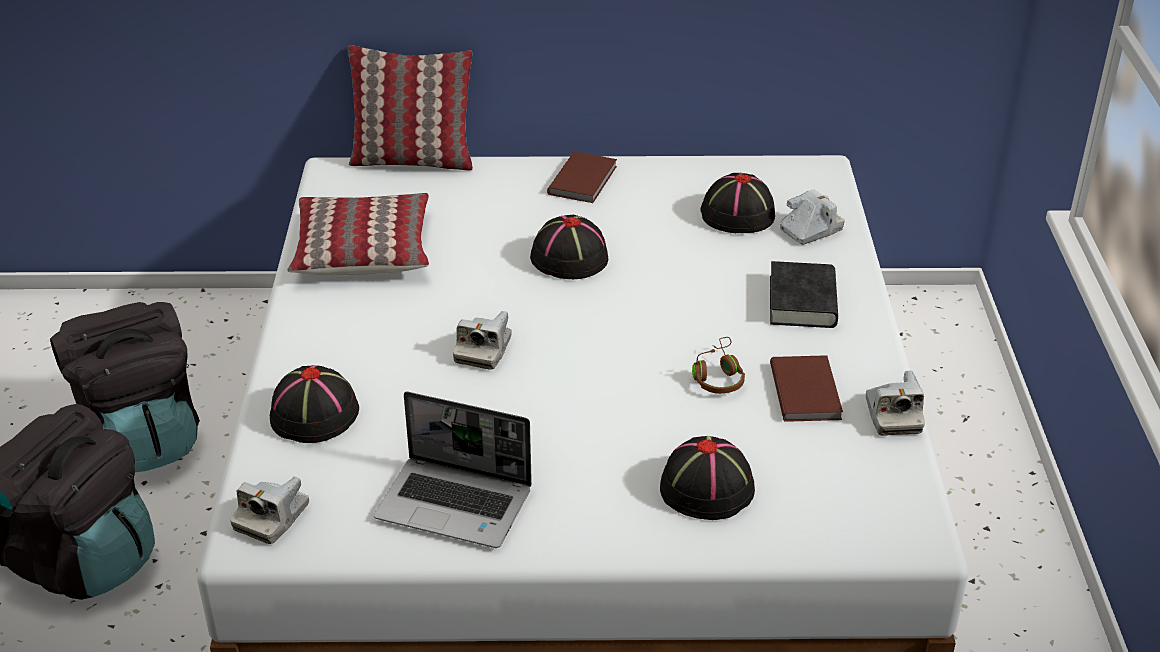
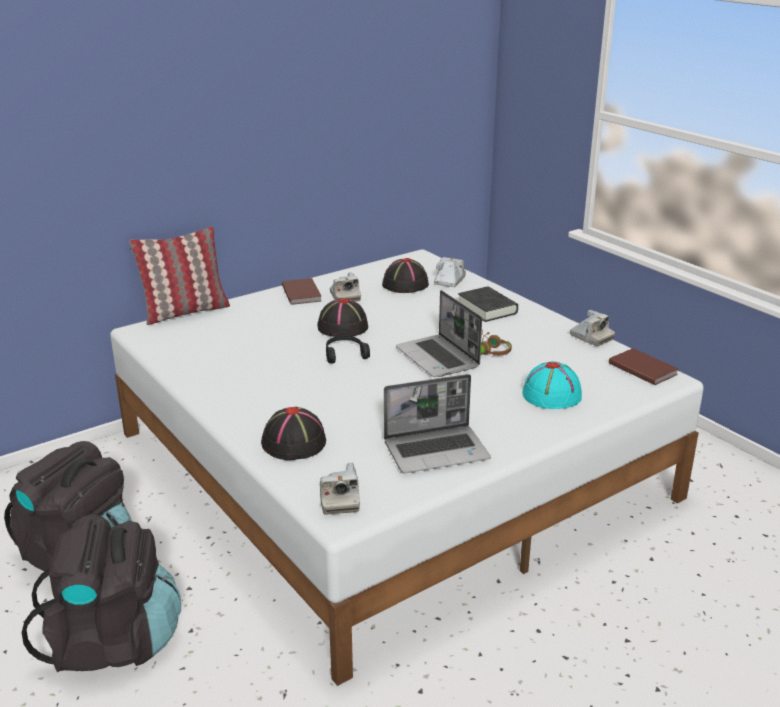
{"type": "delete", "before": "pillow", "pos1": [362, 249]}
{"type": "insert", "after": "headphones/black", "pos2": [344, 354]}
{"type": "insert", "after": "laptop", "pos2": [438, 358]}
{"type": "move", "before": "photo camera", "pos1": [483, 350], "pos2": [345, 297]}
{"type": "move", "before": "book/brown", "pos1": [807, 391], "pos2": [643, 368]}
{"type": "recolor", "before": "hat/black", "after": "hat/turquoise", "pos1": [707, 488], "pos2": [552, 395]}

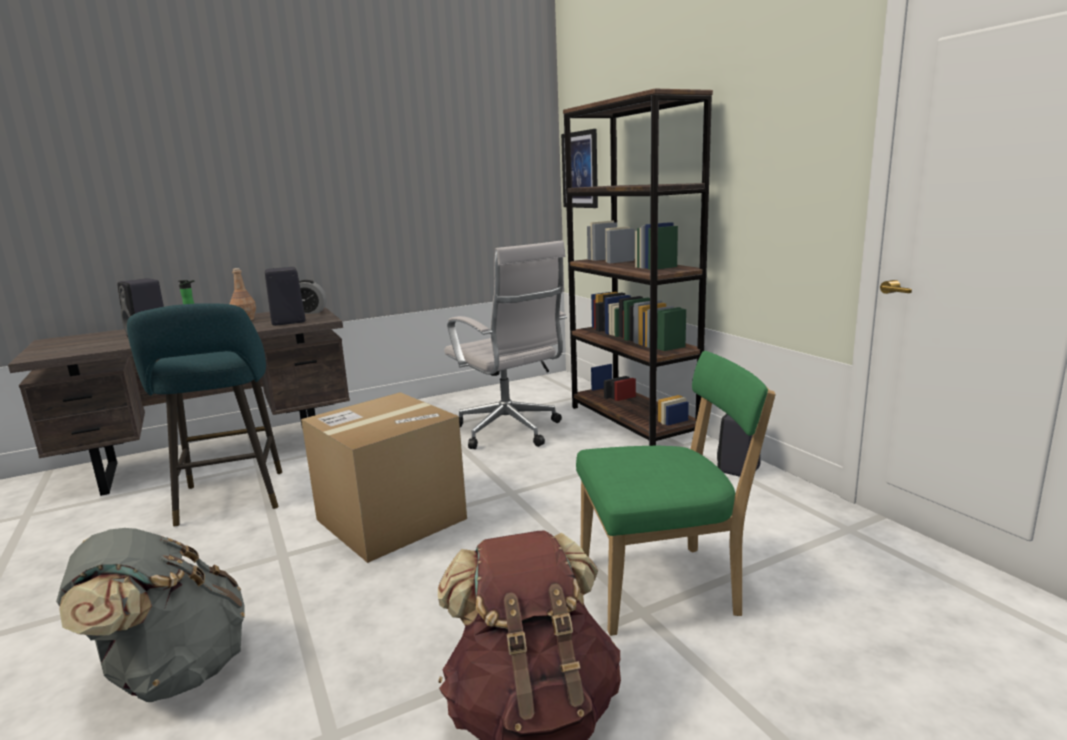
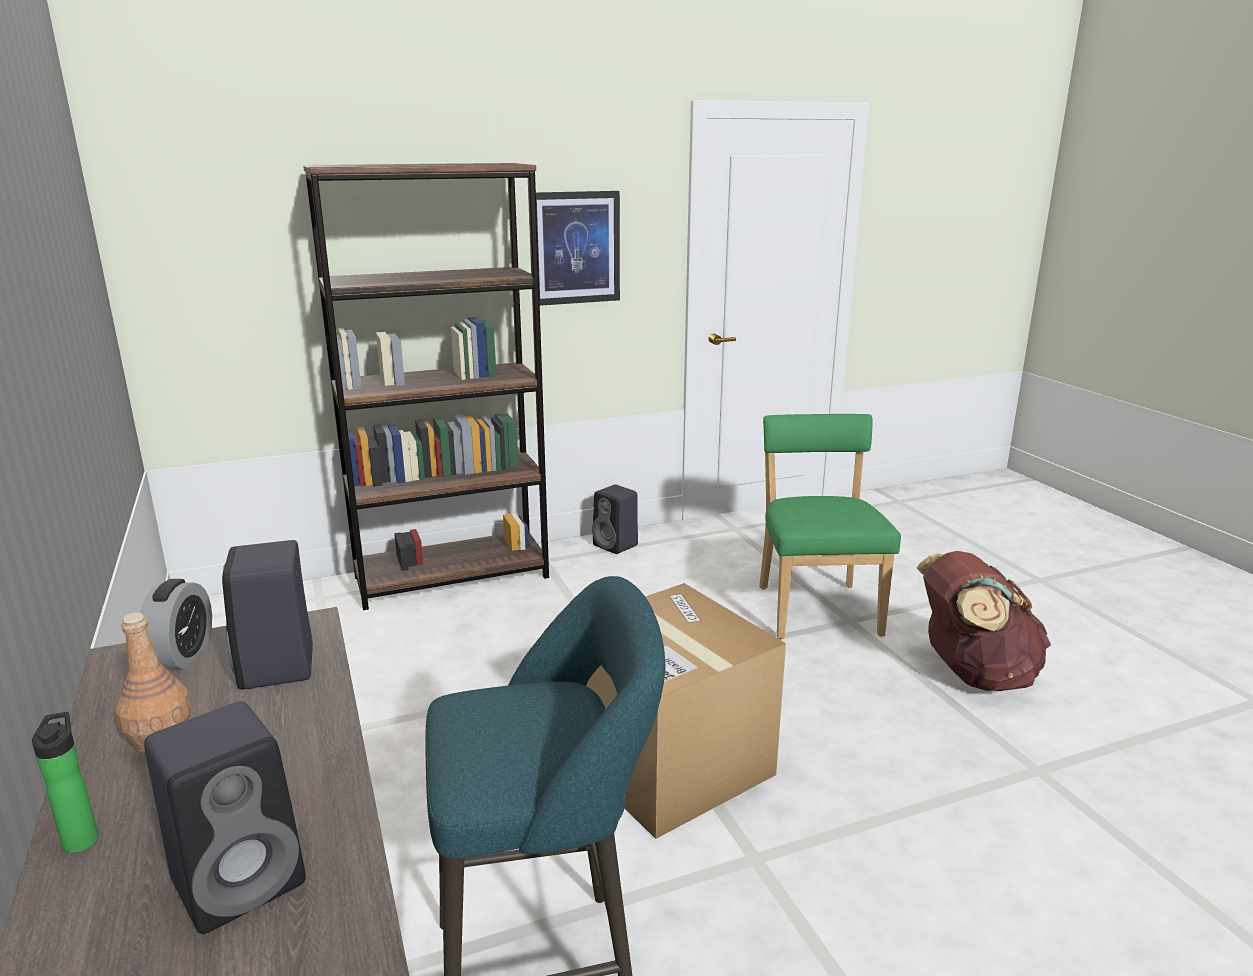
{"type": "delete", "before": "backpack/grey", "pos1": [173, 672]}
{"type": "delete", "before": "office chair/white", "pos1": [510, 432]}
{"type": "move", "before": "picture", "pos1": [580, 170], "pos2": [575, 248]}

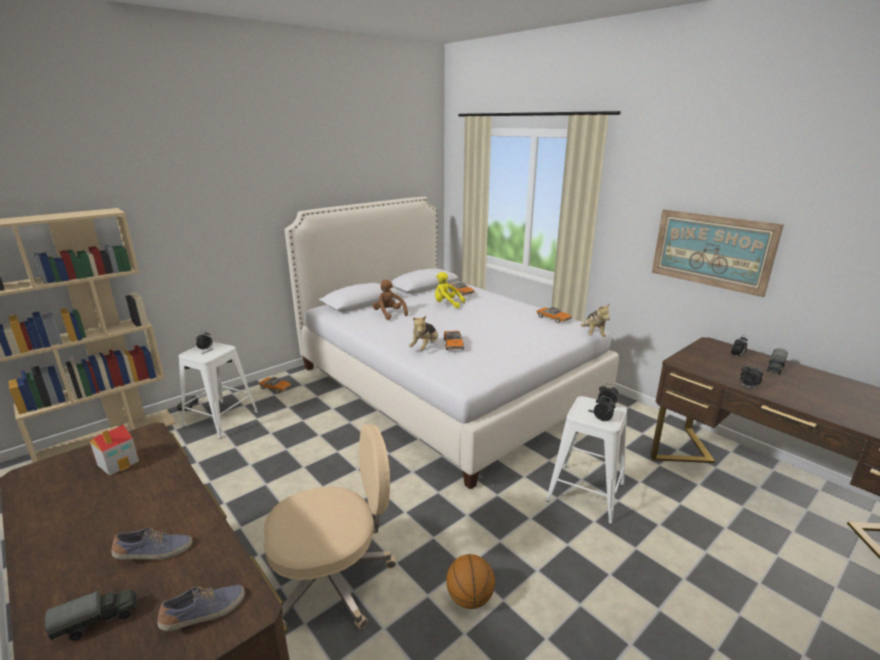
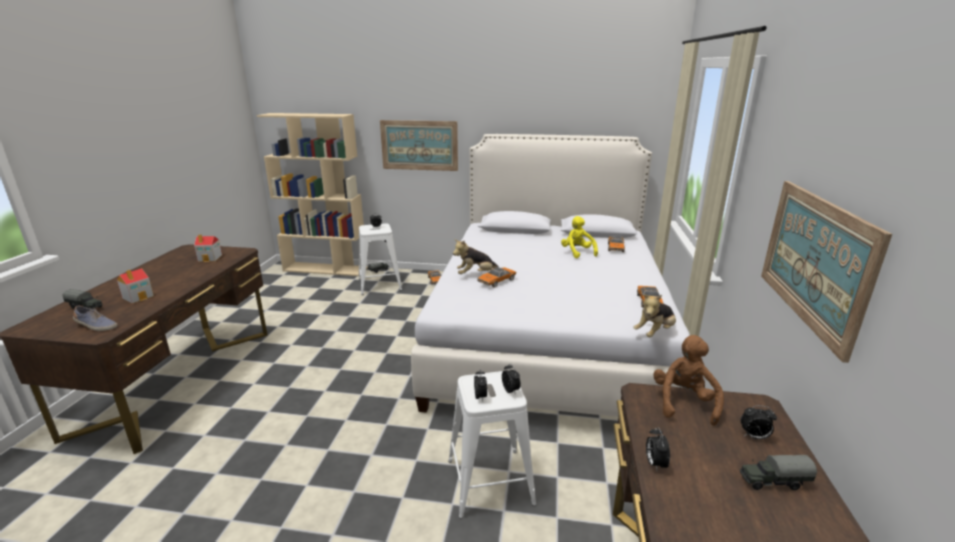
{"type": "delete", "before": "office chair/beige", "pos1": [333, 580]}
{"type": "delete", "before": "basketball", "pos1": [469, 598]}
{"type": "insert", "after": "picture", "pos2": [419, 145]}
{"type": "move", "before": "plush toy/brown", "pos1": [389, 314], "pos2": [683, 402]}
{"type": "replace", "before": "shoe", "after": "toy house", "pos1": [154, 553], "pos2": [138, 297]}

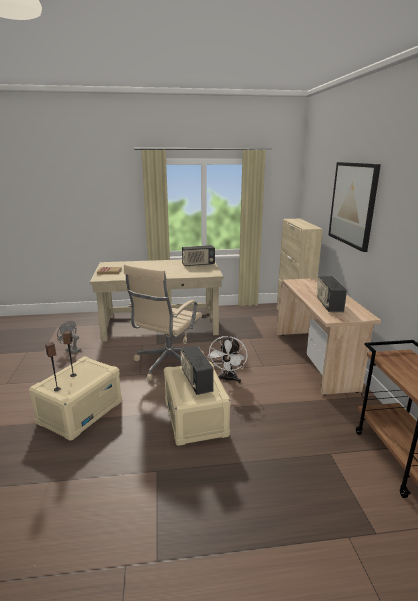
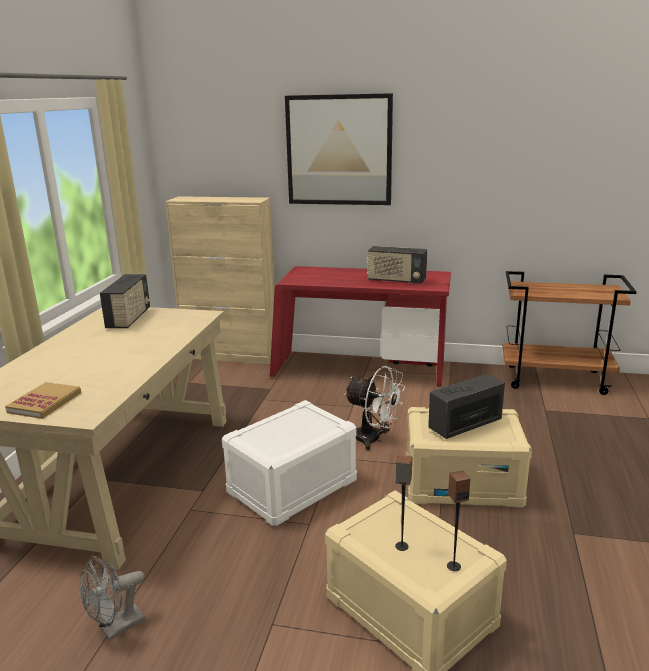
{"type": "replace", "before": "office chair/beige", "after": "storage box/white", "pos1": [167, 364], "pos2": [292, 487]}
{"type": "recolor", "before": "desk/beige", "after": "desk/red", "pos1": [315, 360], "pos2": [359, 370]}
{"type": "rotate", "before": "radio", "pos1": [196, 381], "pos2": [465, 425], "turn": 150}

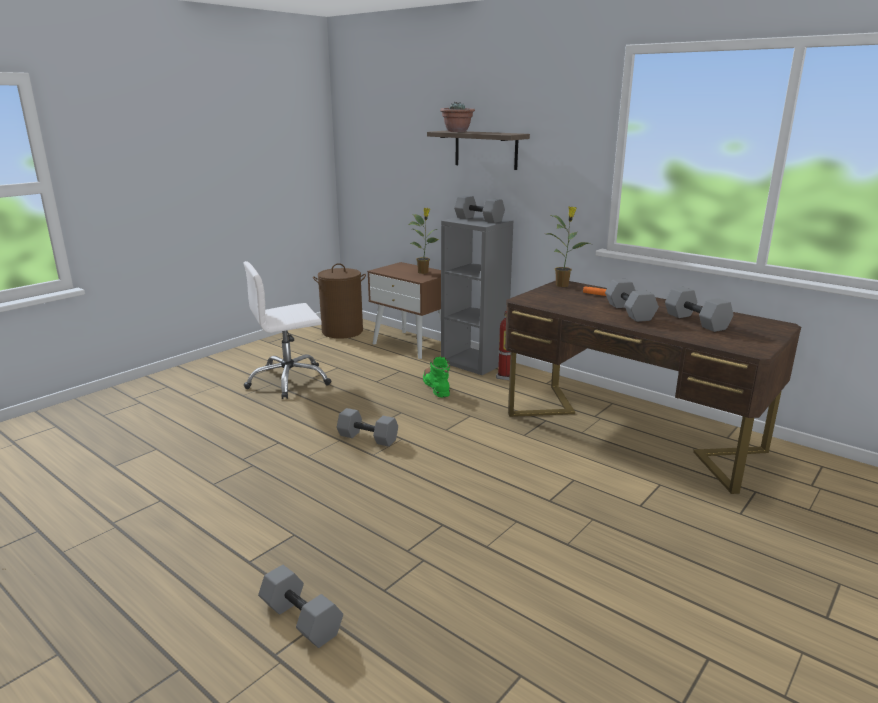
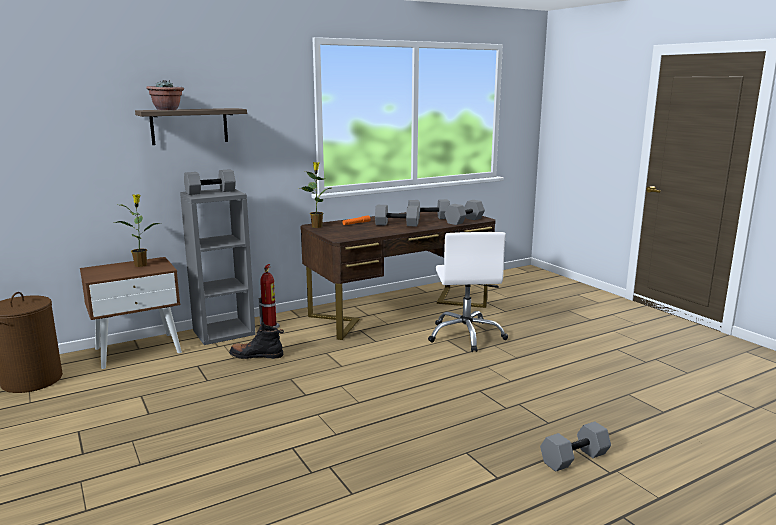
{"type": "move", "before": "office chair/white", "pos1": [289, 381], "pos2": [466, 335]}
{"type": "move", "before": "dumbbell/grey", "pos1": [368, 437], "pos2": [464, 221]}
{"type": "recolor", "before": "boot/green", "after": "boot/black", "pos1": [436, 387], "pos2": [257, 356]}

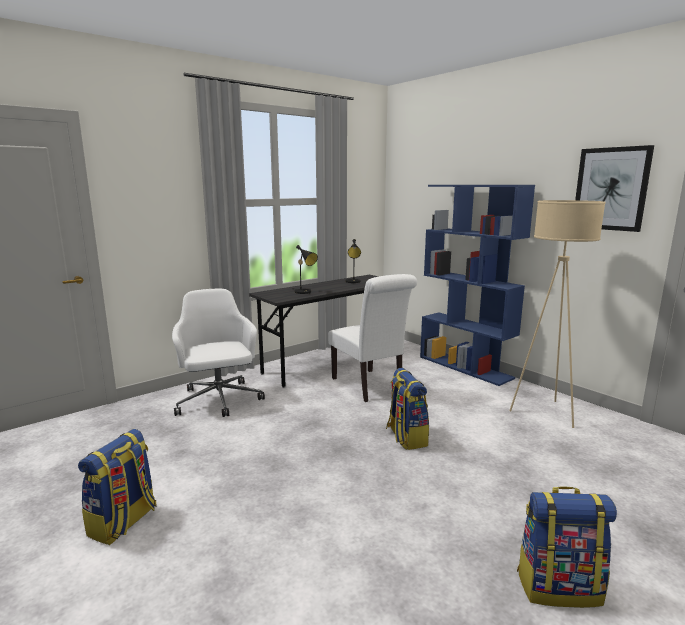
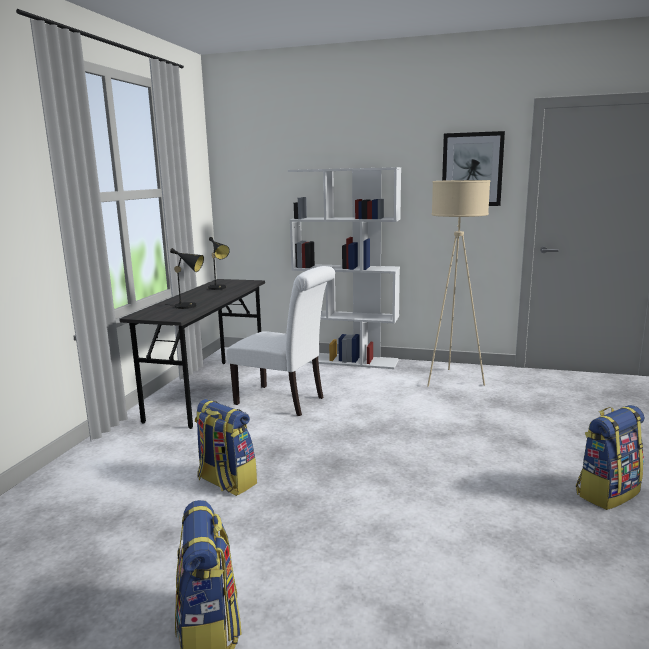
{"type": "delete", "before": "office chair/white", "pos1": [219, 401]}
{"type": "move", "before": "backpack", "pos1": [406, 437], "pos2": [226, 482]}
{"type": "recolor", "before": "bookcase/blue", "after": "bookcase/white", "pos1": [465, 367], "pos2": [347, 360]}

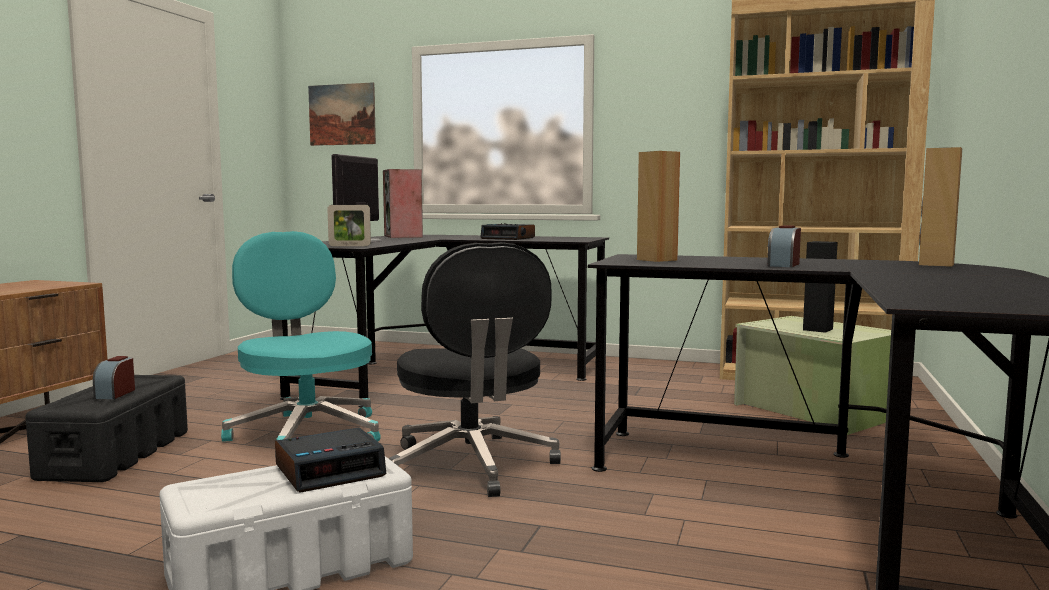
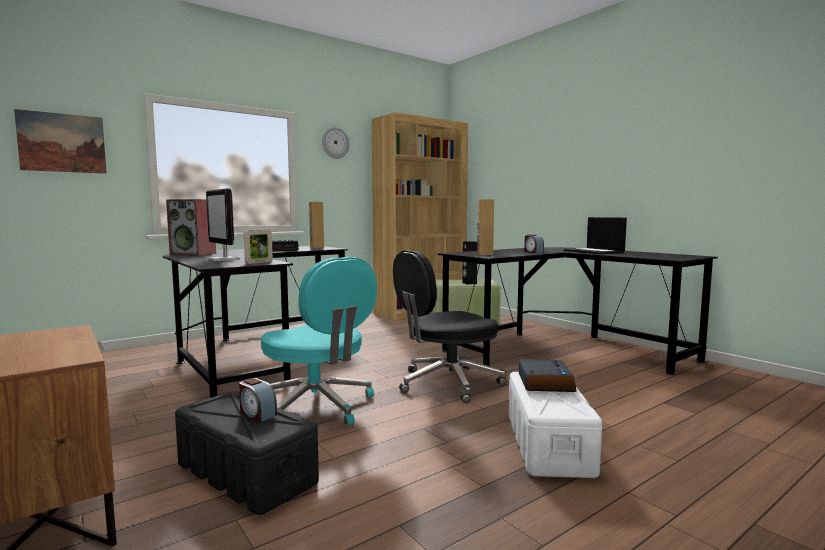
{"type": "insert", "after": "wall clock", "pos2": [335, 143]}
{"type": "insert", "after": "laptop", "pos2": [594, 252]}
{"type": "move", "before": "speaker/brown", "pos1": [935, 264], "pos2": [316, 247]}
{"type": "rotate", "before": "office chair/turquoise", "pos1": [306, 433], "pos2": [317, 406], "turn": -135}
{"type": "rotate", "before": "office chair/black", "pos1": [472, 466], "pos2": [447, 383], "turn": 135}

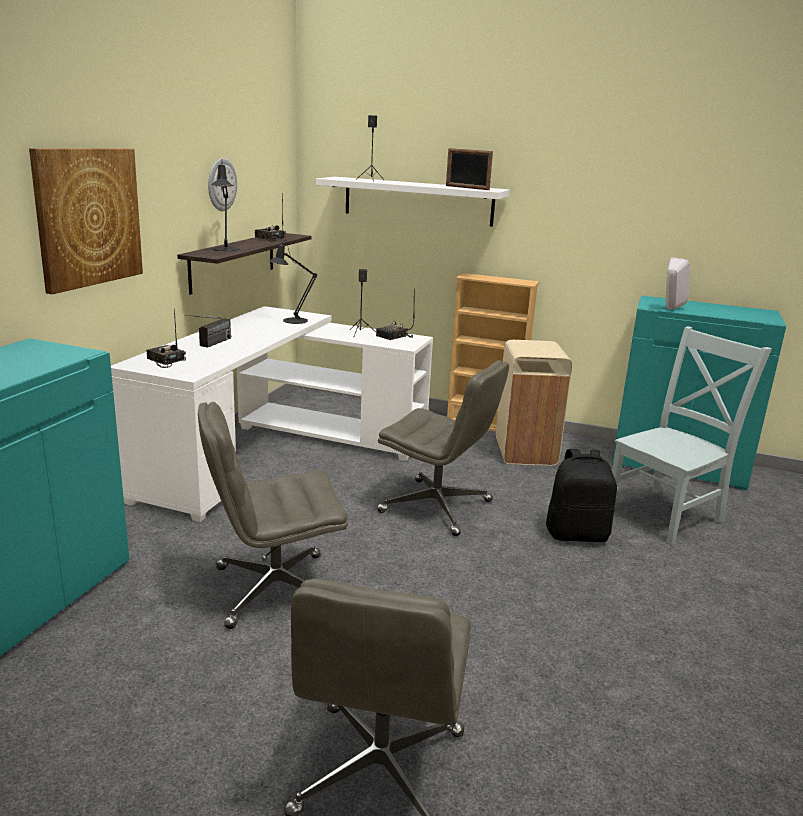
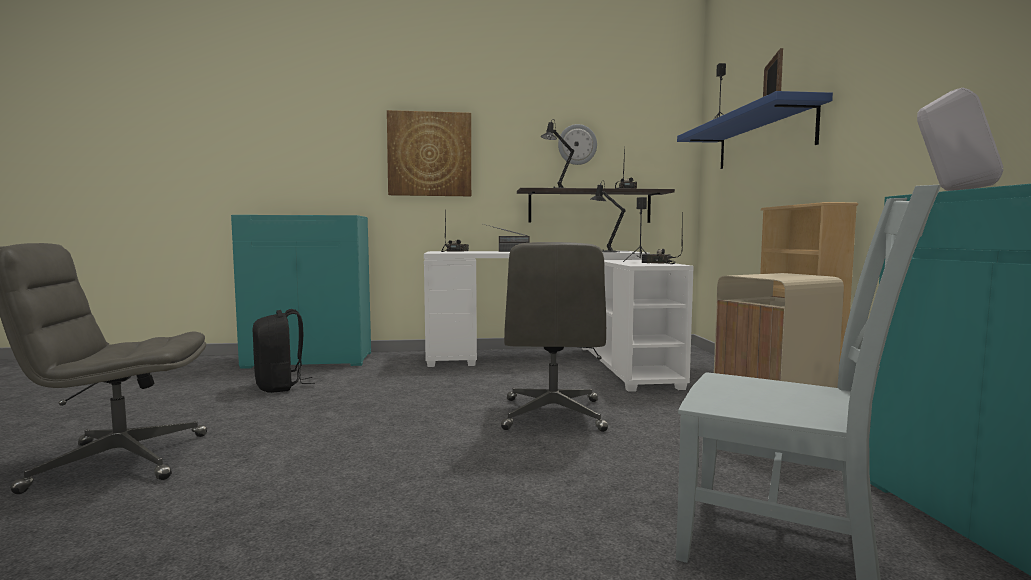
{"type": "delete", "before": "office chair/grey", "pos1": [274, 590]}
{"type": "move", "before": "backpack/black", "pos1": [577, 534], "pos2": [280, 386]}
{"type": "recolor", "before": "shelf/white", "after": "shelf/blue", "pos1": [418, 201], "pos2": [763, 138]}

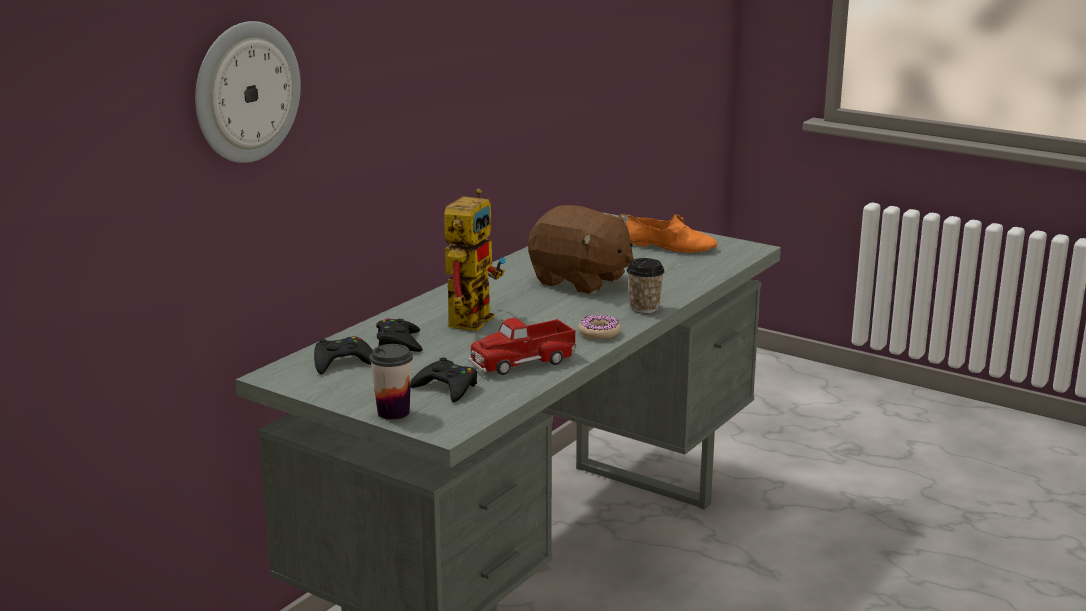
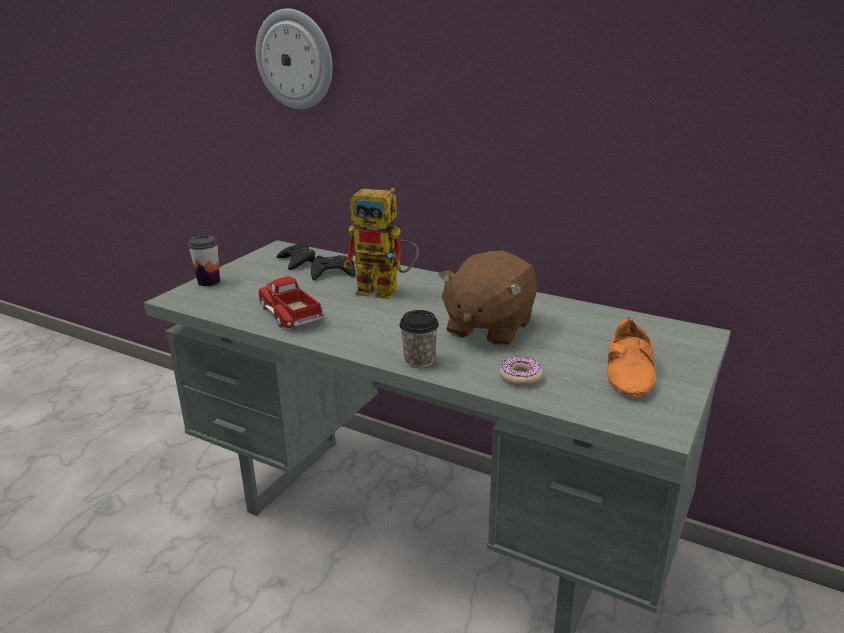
{"type": "delete", "before": "game controller/black", "pos1": [447, 387]}
{"type": "move", "before": "donut", "pos1": [599, 333], "pos2": [520, 377]}

